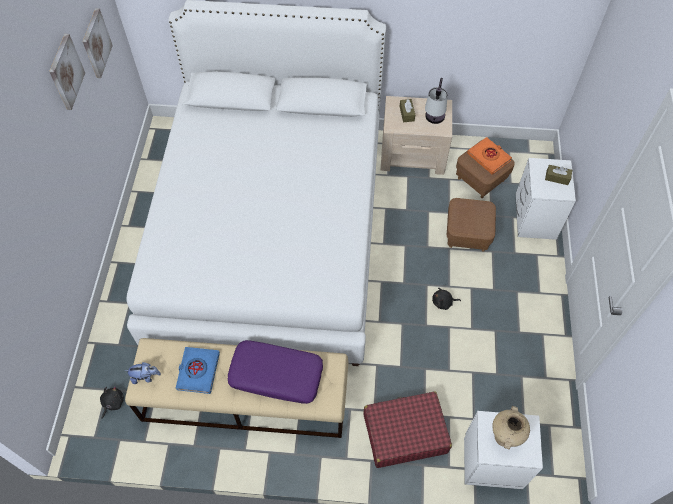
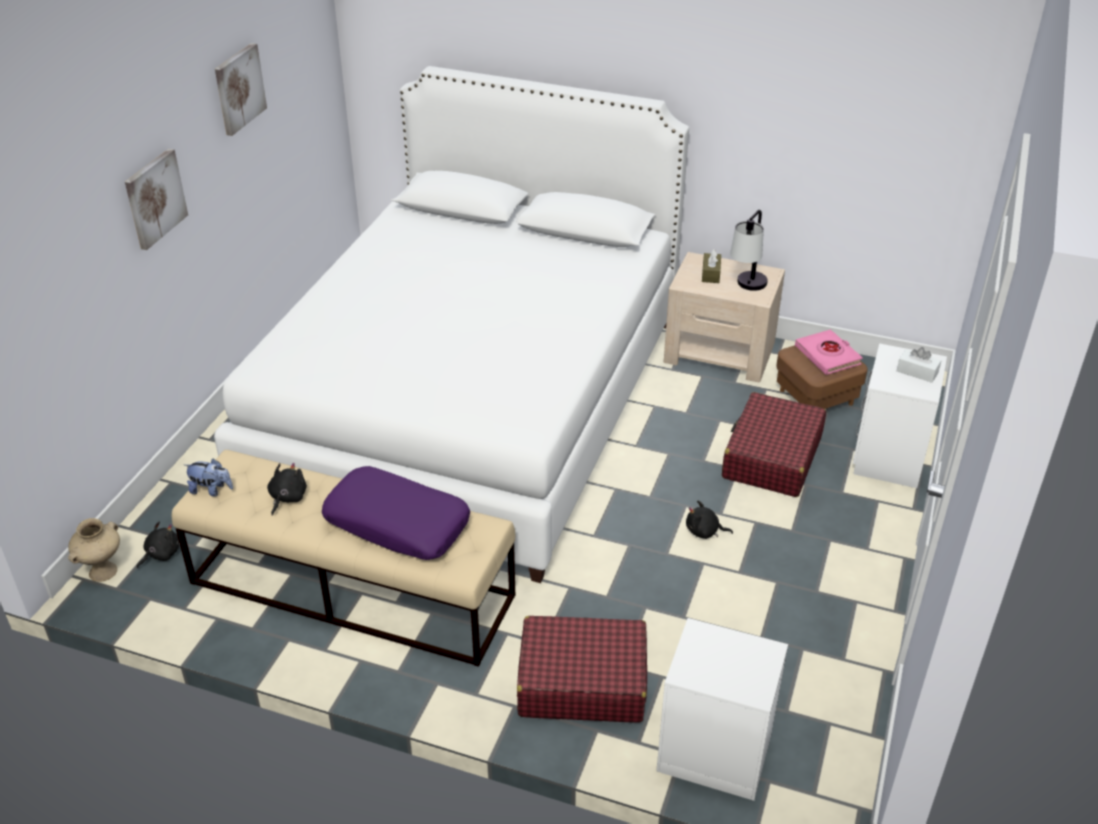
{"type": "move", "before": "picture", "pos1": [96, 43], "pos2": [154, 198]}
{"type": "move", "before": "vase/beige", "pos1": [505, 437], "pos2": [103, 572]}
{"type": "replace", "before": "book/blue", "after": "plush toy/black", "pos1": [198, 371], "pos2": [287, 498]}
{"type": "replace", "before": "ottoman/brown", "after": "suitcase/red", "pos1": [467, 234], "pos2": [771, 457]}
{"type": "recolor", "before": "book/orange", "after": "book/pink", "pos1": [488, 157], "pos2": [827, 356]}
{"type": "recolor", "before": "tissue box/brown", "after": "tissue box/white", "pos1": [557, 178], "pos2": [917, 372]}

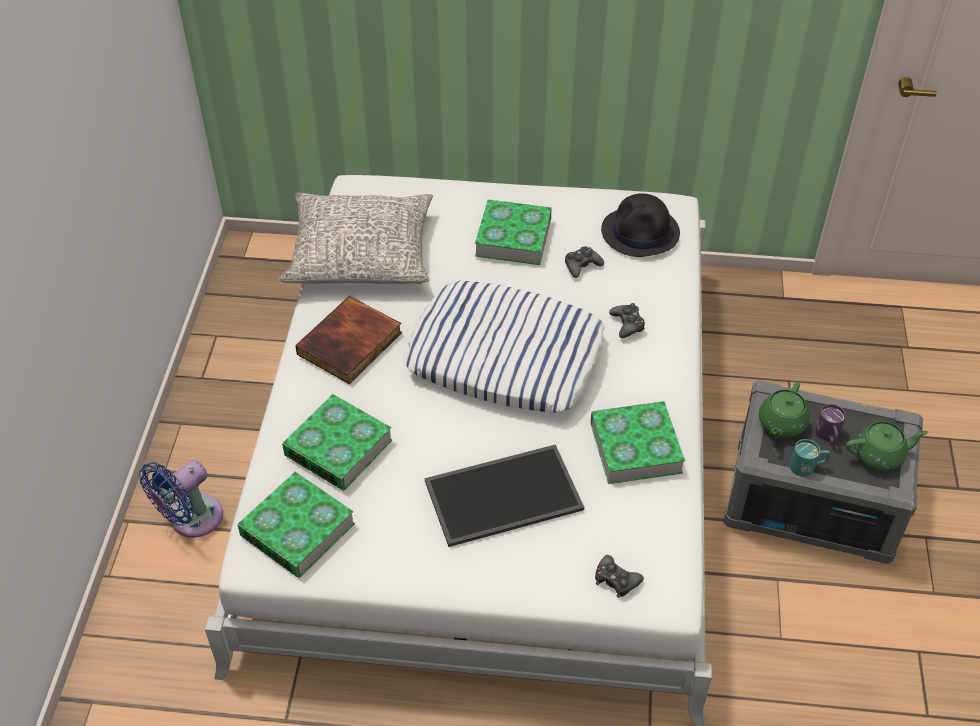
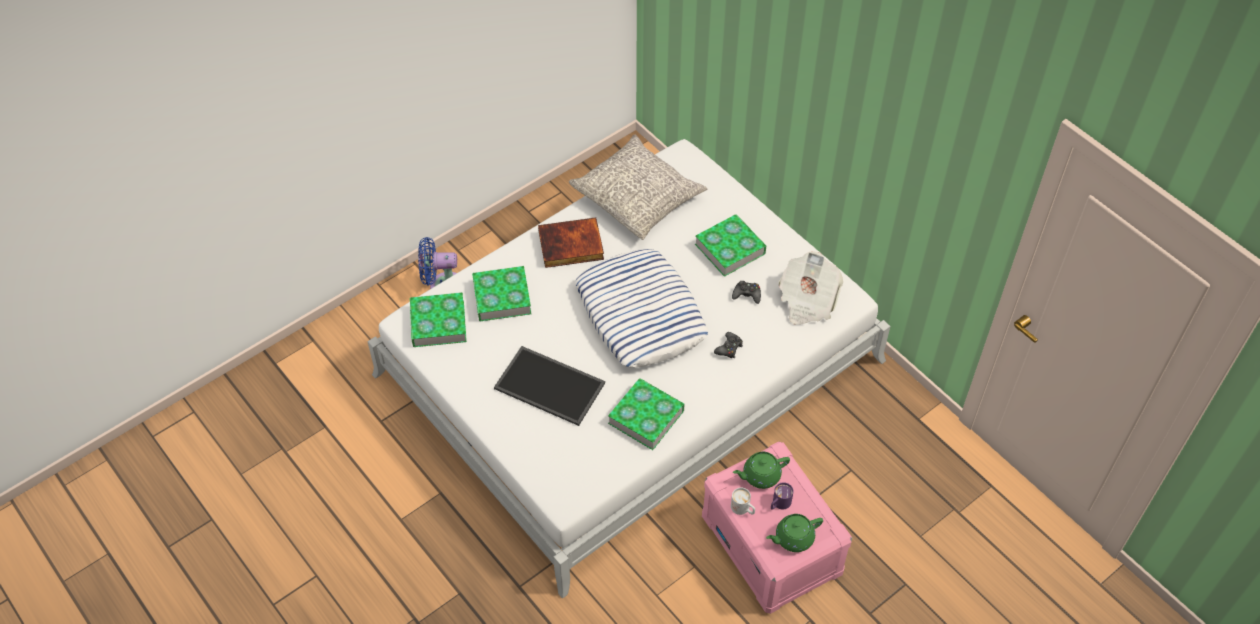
{"type": "delete", "before": "game controller/black", "pos1": [616, 580]}
{"type": "replace", "before": "hat/black", "after": "newspaper", "pos1": [640, 232], "pos2": [807, 300]}
{"type": "recolor", "before": "storage box/grey", "after": "storage box/pink", "pos1": [813, 499], "pos2": [772, 544]}
{"type": "recolor", "before": "mug/turquoise", "after": "mug/white", "pos1": [807, 466], "pos2": [743, 509]}
{"type": "rotate", "before": "teapot/green", "pos1": [880, 455], "pos2": [793, 538], "turn": 120}

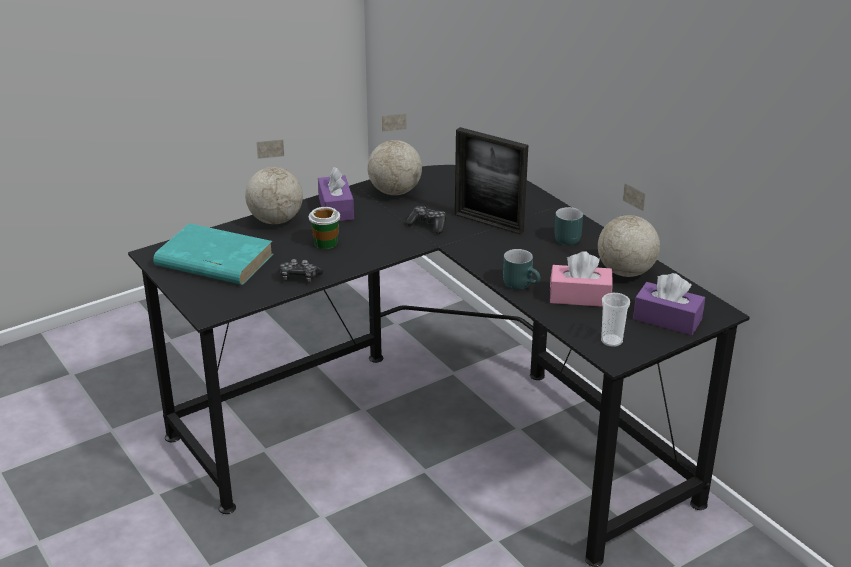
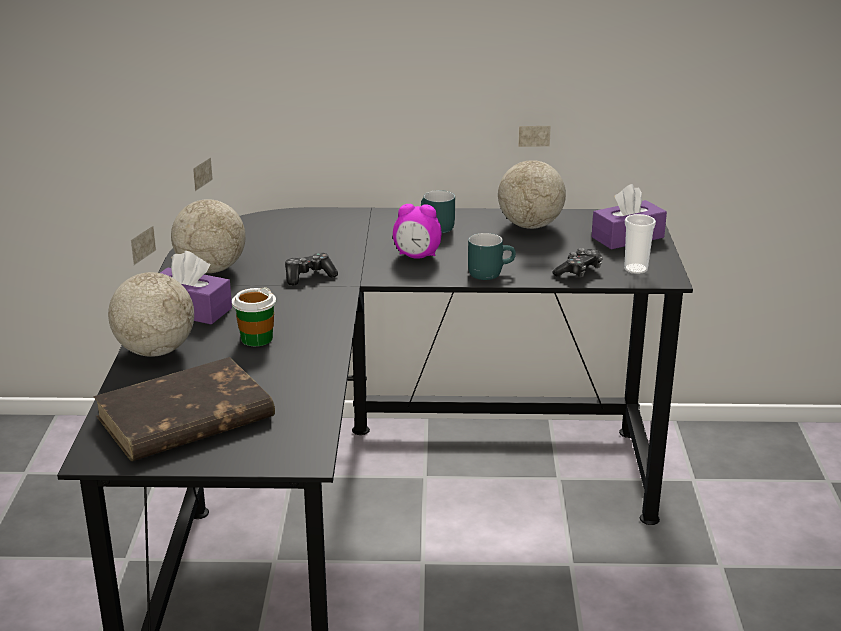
{"type": "delete", "before": "picture frame", "pos1": [488, 223]}
{"type": "delete", "before": "tissue box/pink", "pos1": [580, 296]}
{"type": "insert", "after": "alarm clock", "pos2": [417, 256]}
{"type": "move", "before": "game controller", "pos1": [299, 277], "pos2": [579, 271]}
{"type": "recolor", "before": "book/turquoise", "after": "book/brown", "pos1": [213, 260], "pos2": [184, 418]}

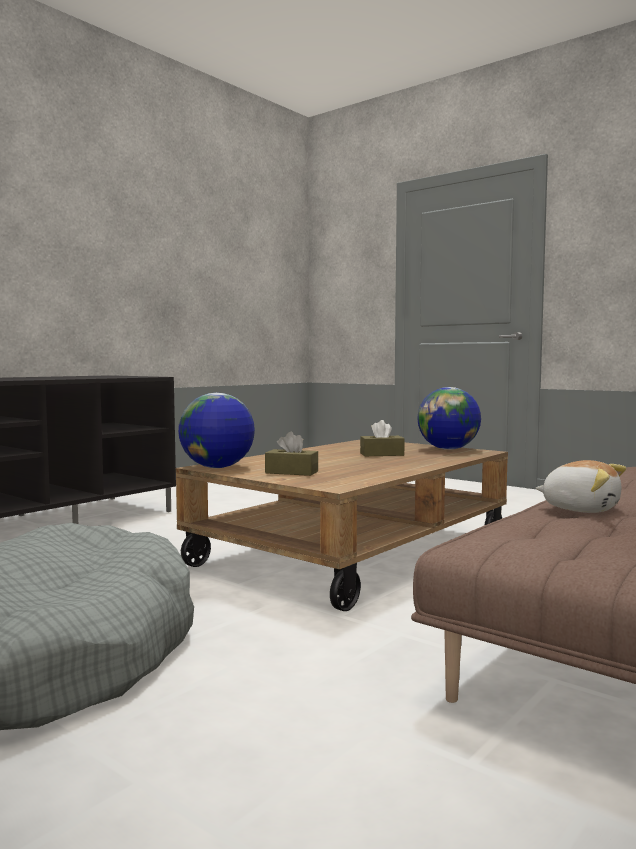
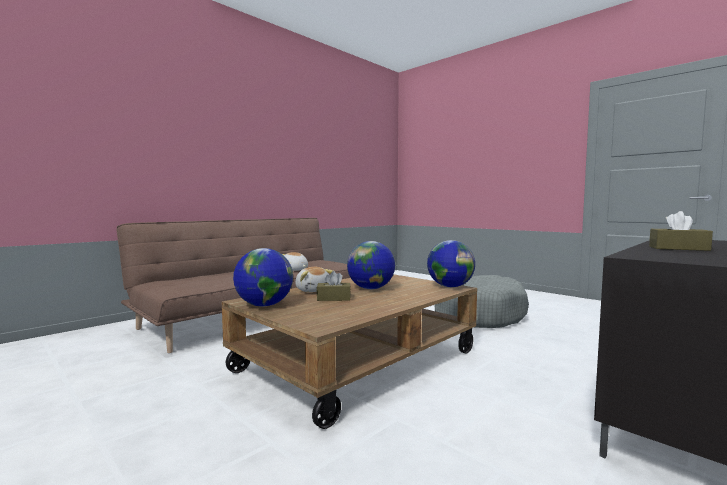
{"type": "insert", "after": "plush toy", "pos2": [313, 290]}
{"type": "insert", "after": "globe", "pos2": [371, 288]}
{"type": "move", "before": "tissue box/brown", "pos1": [291, 472], "pos2": [678, 248]}

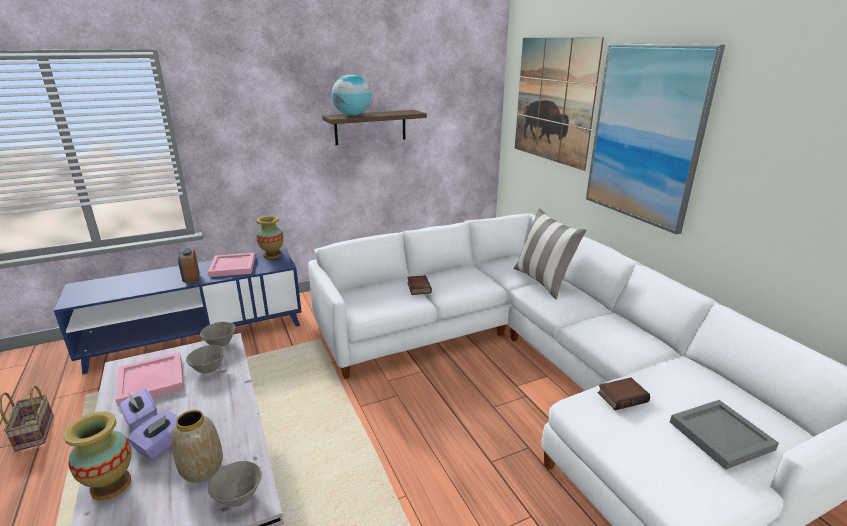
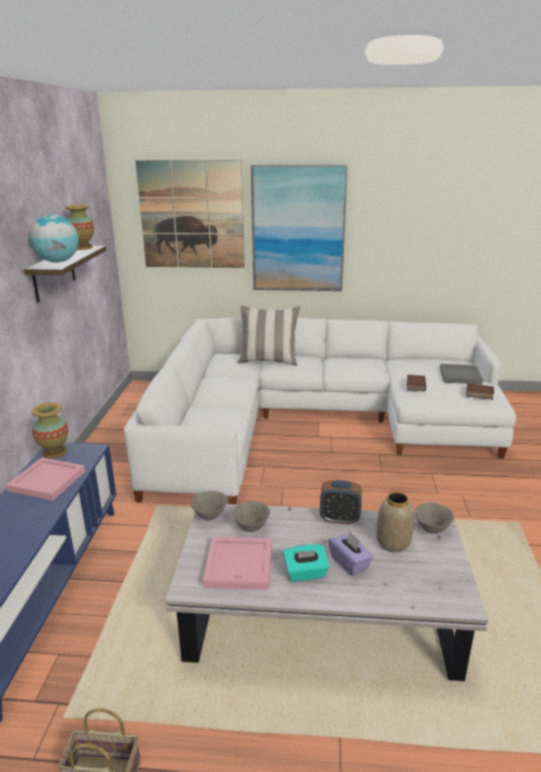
{"type": "move", "before": "vase", "pos1": [111, 485], "pos2": [83, 248]}
{"type": "move", "before": "alarm clock", "pos1": [191, 279], "pos2": [339, 519]}
{"type": "move", "before": "book", "pos1": [418, 287], "pos2": [479, 394]}
{"type": "recolor", "before": "tissue box/purple", "after": "tissue box/turquoise", "pos1": [142, 421], "pos2": [305, 573]}

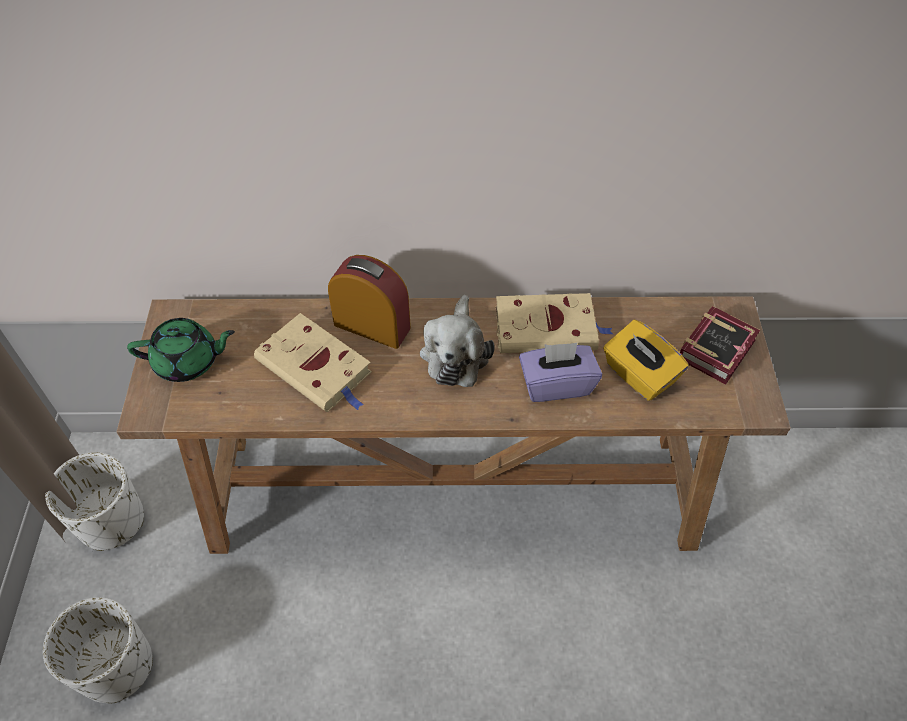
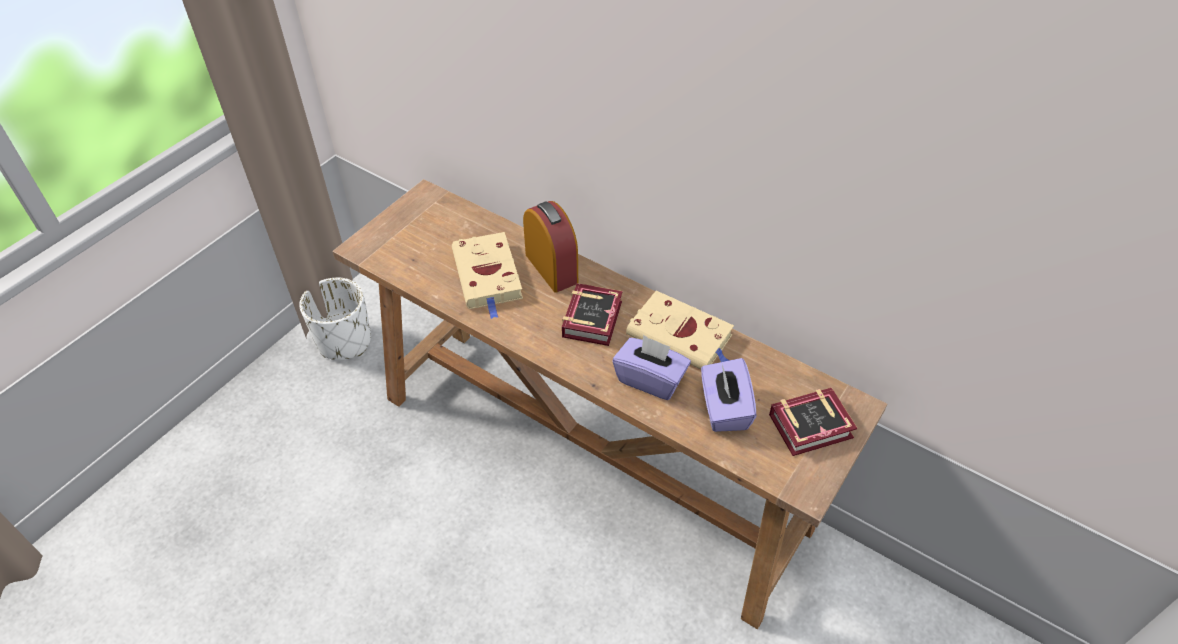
{"type": "delete", "before": "planter/white", "pos1": [116, 667]}
{"type": "delete", "before": "teapot/green", "pos1": [188, 361]}
{"type": "replace", "before": "plush toy", "after": "book", "pos1": [456, 353], "pos2": [594, 317]}
{"type": "recolor", "before": "tissue box/yellow", "after": "tissue box/purple", "pos1": [639, 375], "pos2": [724, 409]}

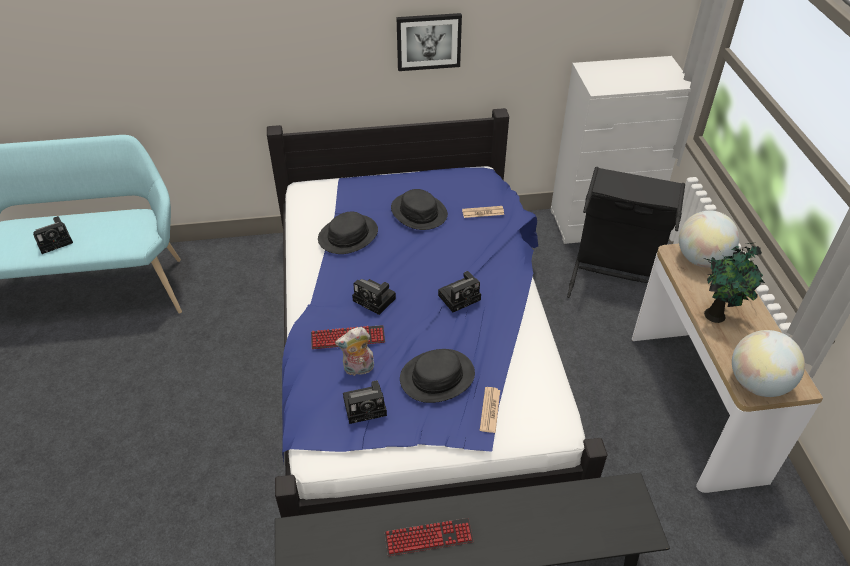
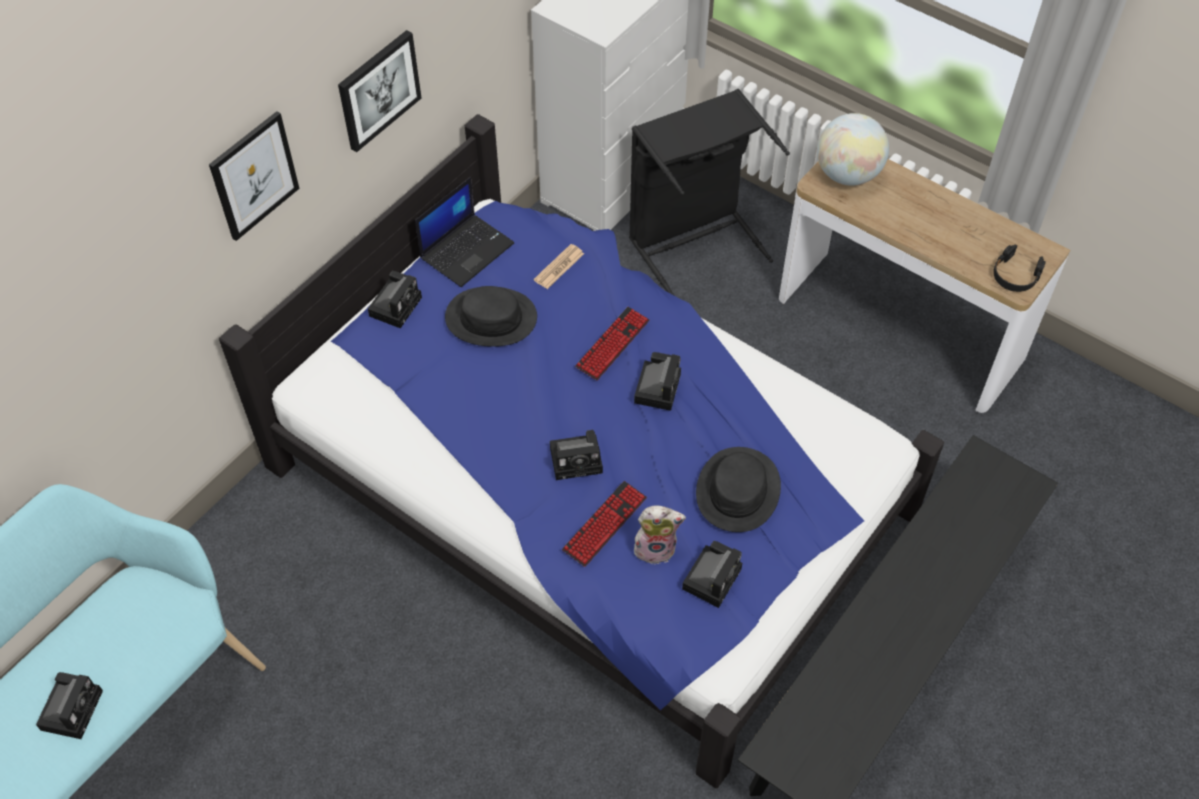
{"type": "delete", "before": "hat/black", "pos1": [348, 235]}
{"type": "delete", "before": "newspaper", "pos1": [490, 410]}
{"type": "delete", "before": "potted plant", "pos1": [717, 315]}
{"type": "insert", "after": "picture", "pos2": [254, 175]}
{"type": "insert", "after": "photo camera", "pos2": [396, 305]}
{"type": "insert", "after": "laptop", "pos2": [467, 249]}
{"type": "move", "before": "keyboard", "pos1": [428, 537], "pos2": [612, 344]}
{"type": "replace", "before": "globe", "after": "headphones/black", "pos1": [757, 383], "pos2": [1015, 275]}
{"type": "rotate", "before": "plush toy", "pos1": [358, 369], "pos2": [656, 548], "turn": -120}

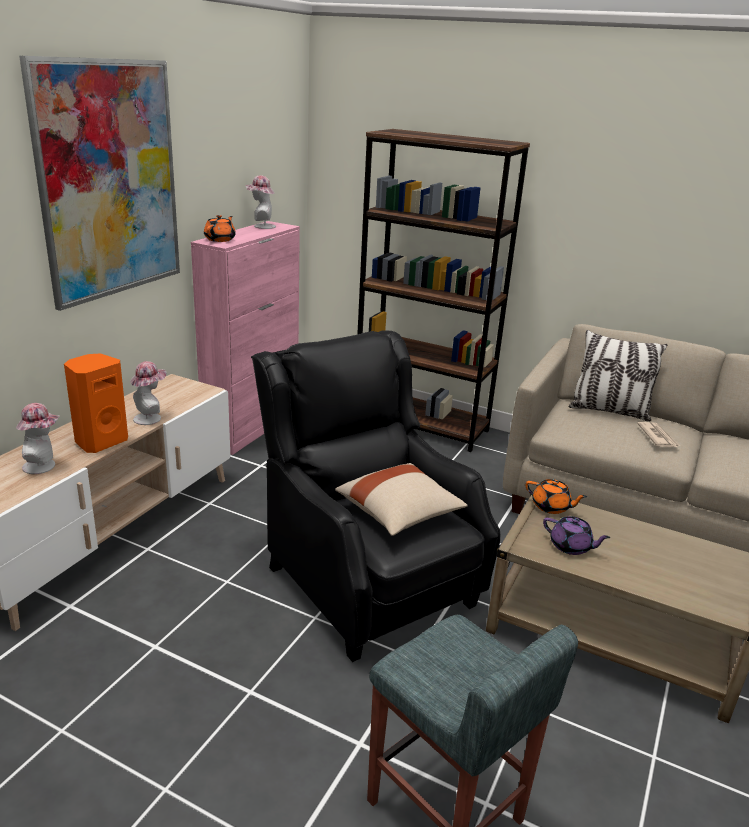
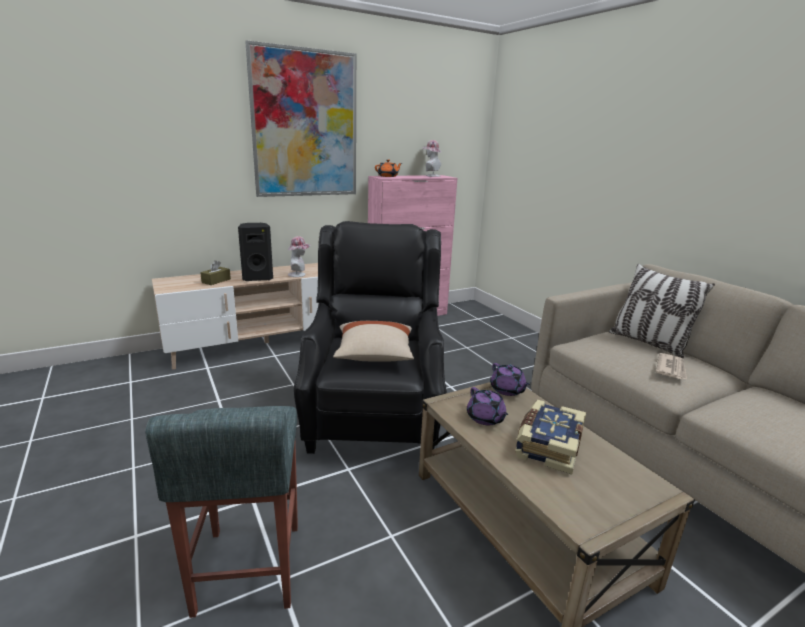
{"type": "delete", "before": "bookcase/brown", "pos1": [421, 425]}
{"type": "insert", "after": "book", "pos2": [547, 445]}
{"type": "replace", "before": "hat", "after": "tissue box/brown", "pos1": [43, 466], "pos2": [216, 281]}
{"type": "recolor", "before": "speaker/orange", "after": "speaker/black", "pos1": [100, 441], "pos2": [257, 278]}
{"type": "recolor", "before": "teapot/orange", "after": "teapot/purple", "pos1": [551, 507], "pos2": [507, 390]}

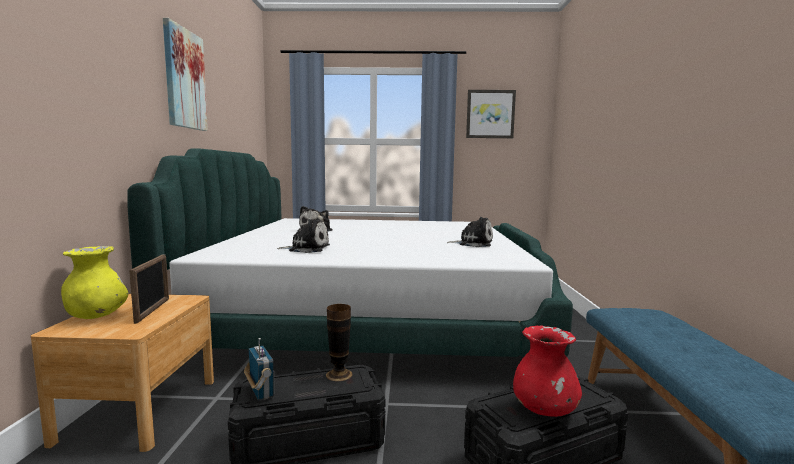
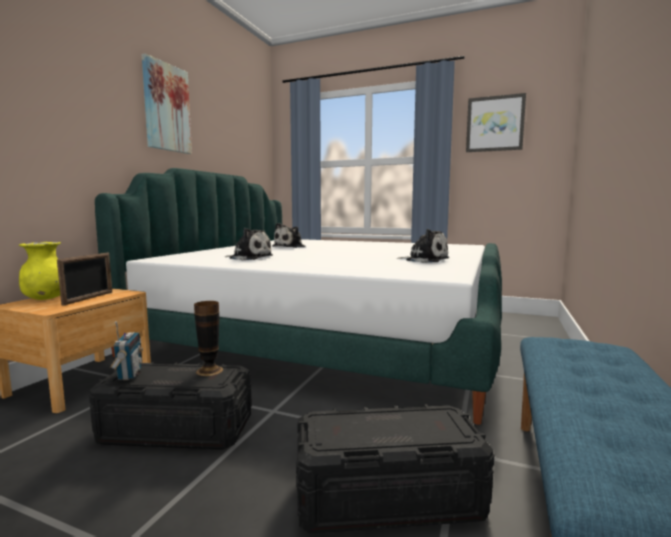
{"type": "delete", "before": "vase/red", "pos1": [545, 410]}

